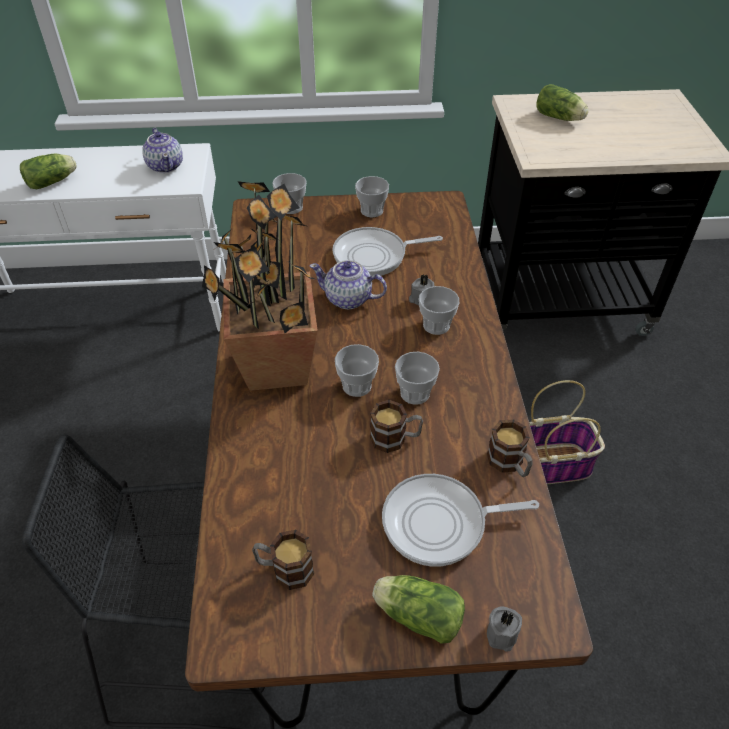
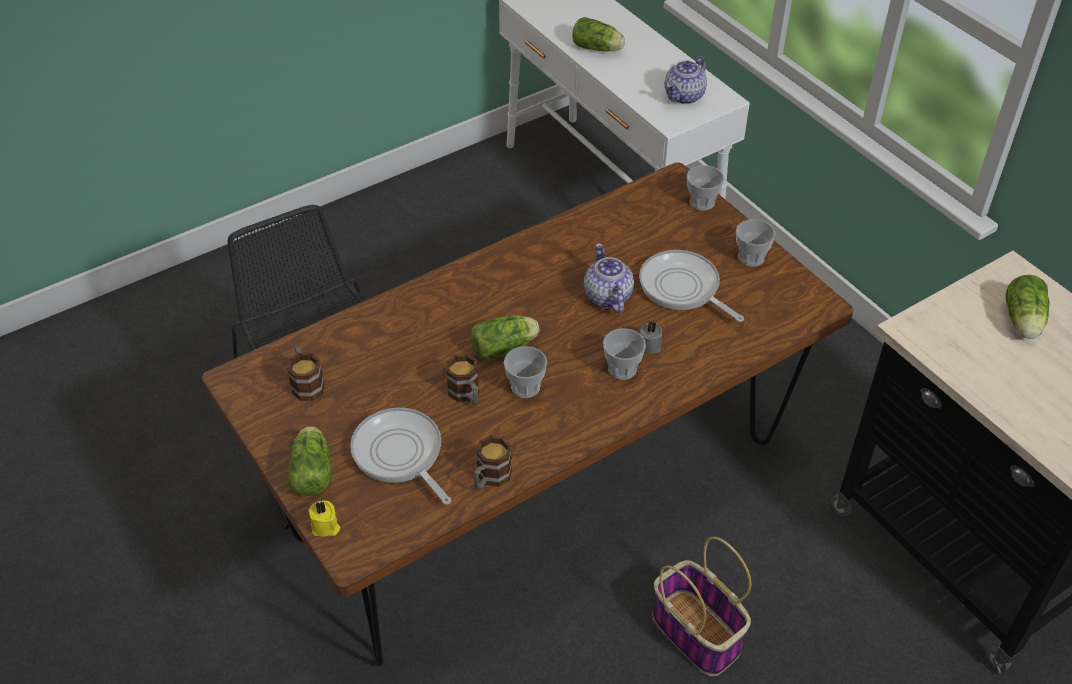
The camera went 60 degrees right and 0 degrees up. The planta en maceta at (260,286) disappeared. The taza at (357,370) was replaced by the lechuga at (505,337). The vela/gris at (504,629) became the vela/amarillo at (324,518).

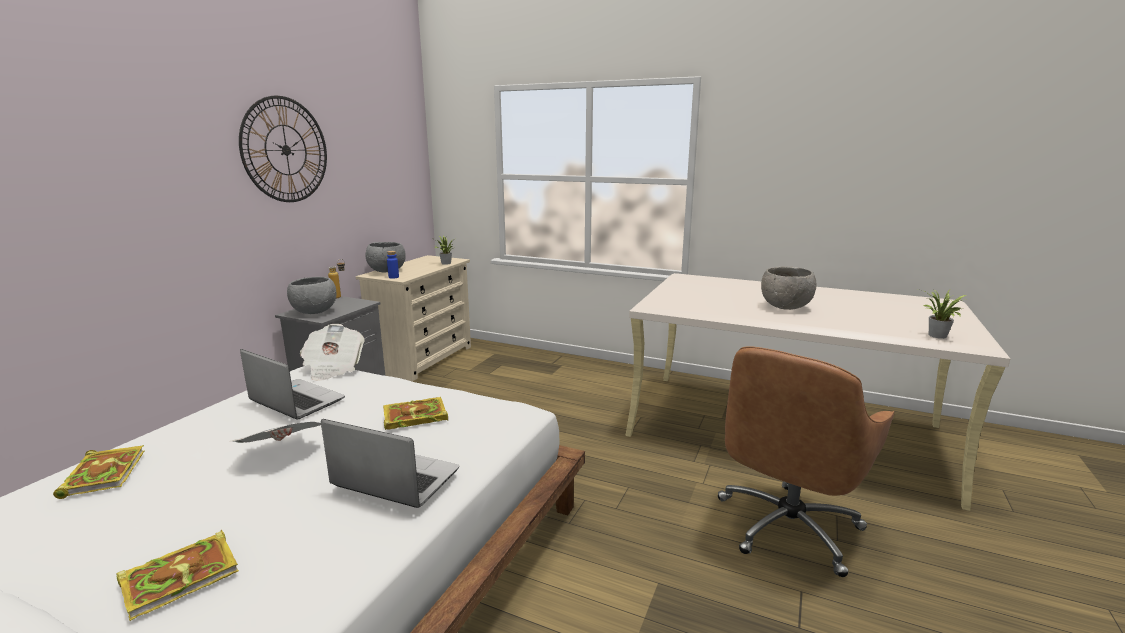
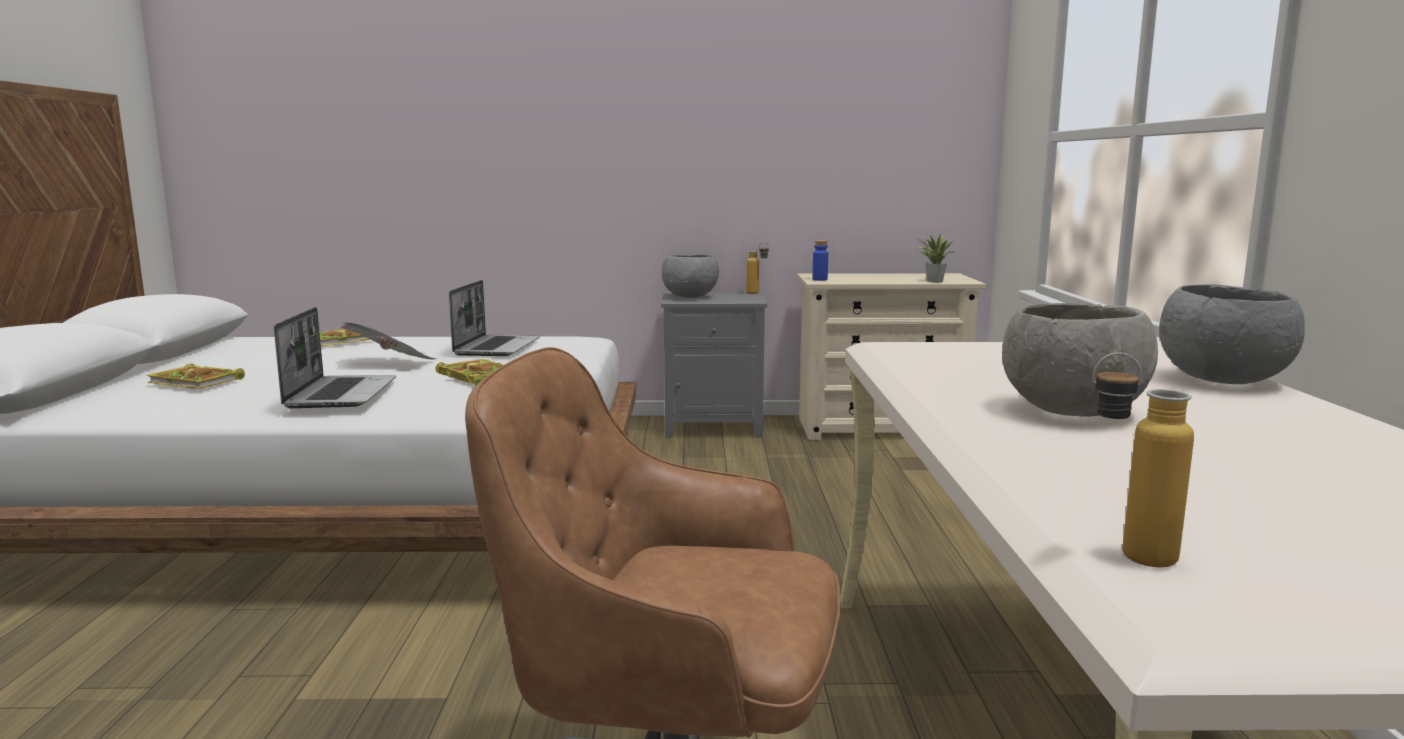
The camera went 65 degrees right and 5 degrees down. The reloj de pared at (283,149) disappeared. The periódico at (332,352) disappeared. The cuenco/gris moved from (386,257) to (1232,334). The planta en maceta at (944,314) was replaced by the botella at (1143,460).

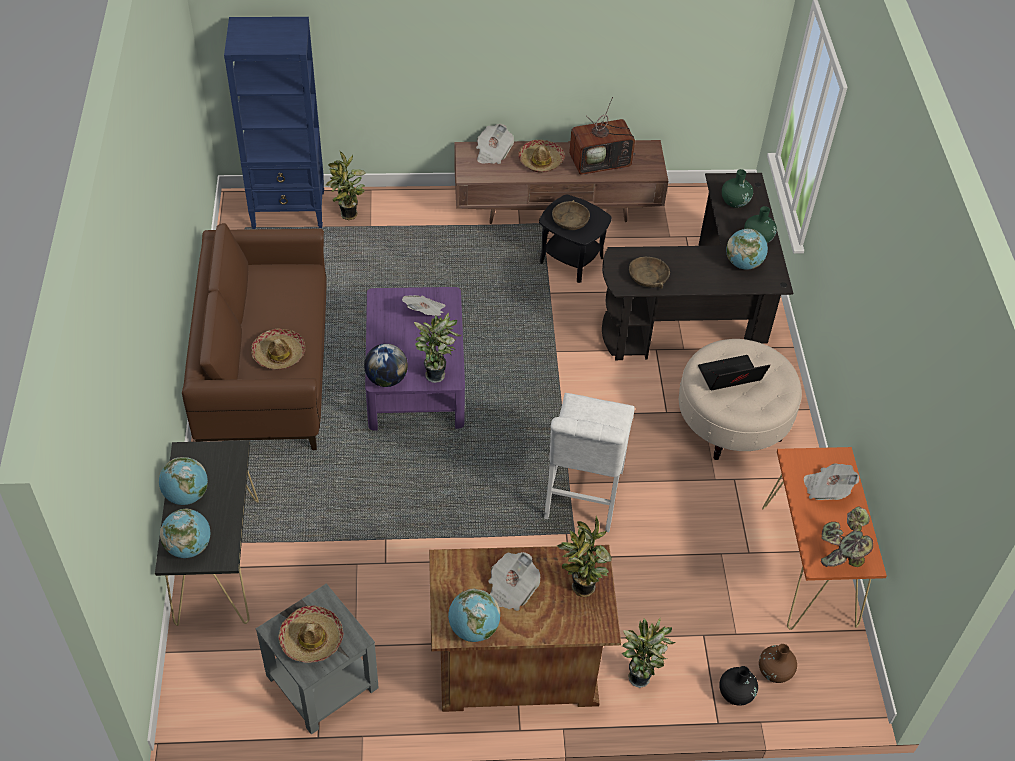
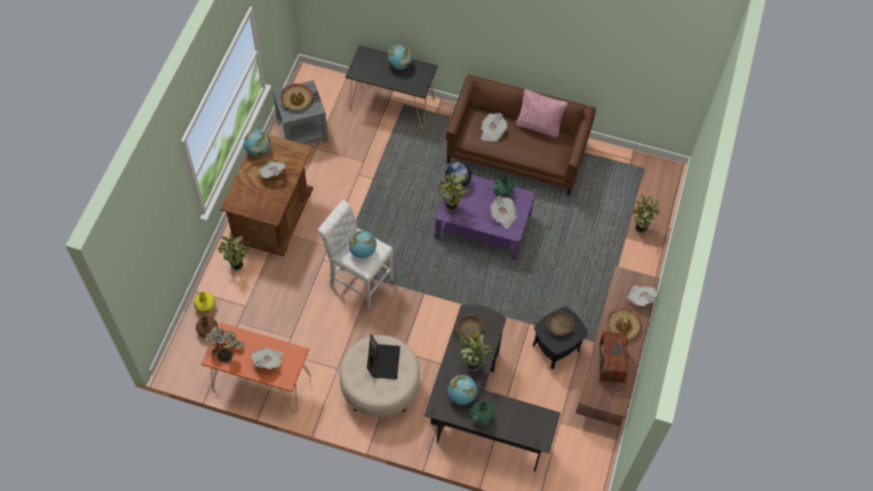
The camera went 110 degrees right and 10 degrees up. The estantería/azul at (274,123) disappeared. The cojín/rosa at (542,113) appeared. The globo terráqueo moved from (185,533) to (362,244). The planta en maceta moved from (584,556) to (474,350). The florero/verde moved from (737,188) to (503,187). The sombrero at (278,349) was replaced by the periódico at (494,127). The florero/negro at (738,686) became the florero/amarillo at (205,302).

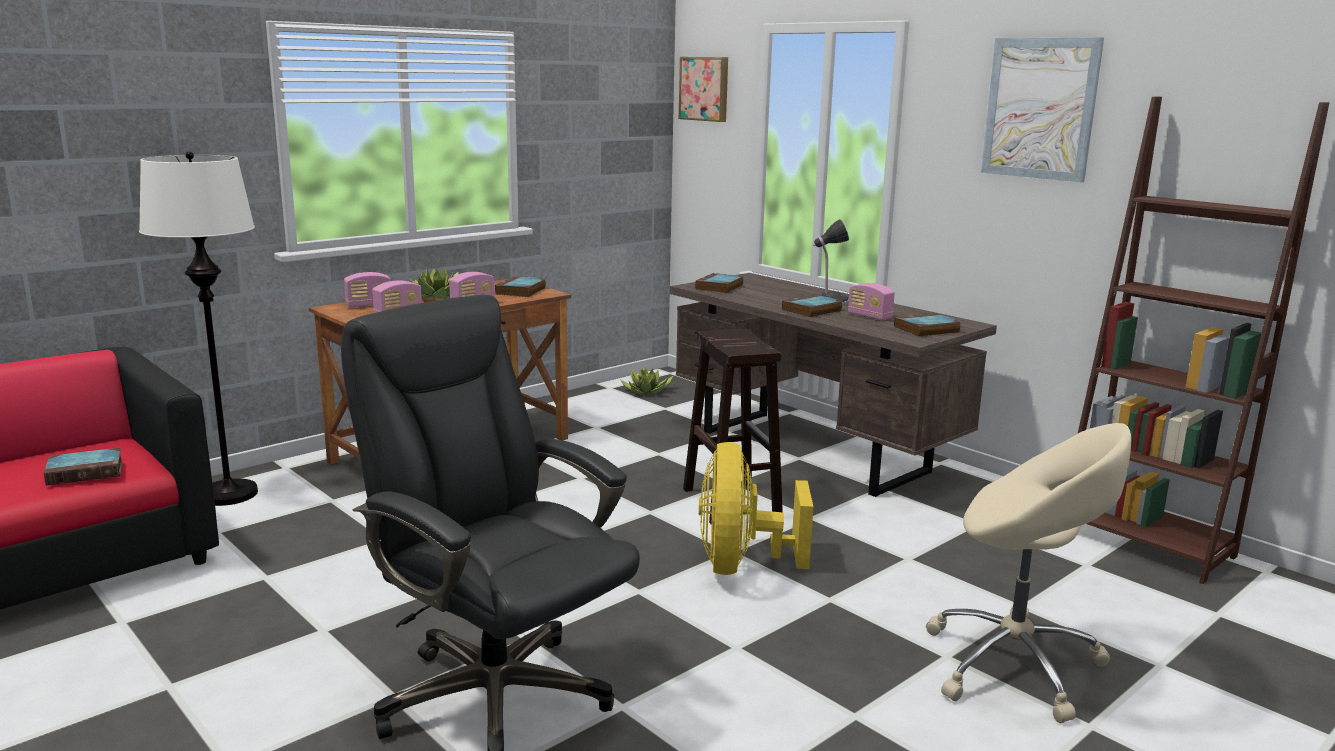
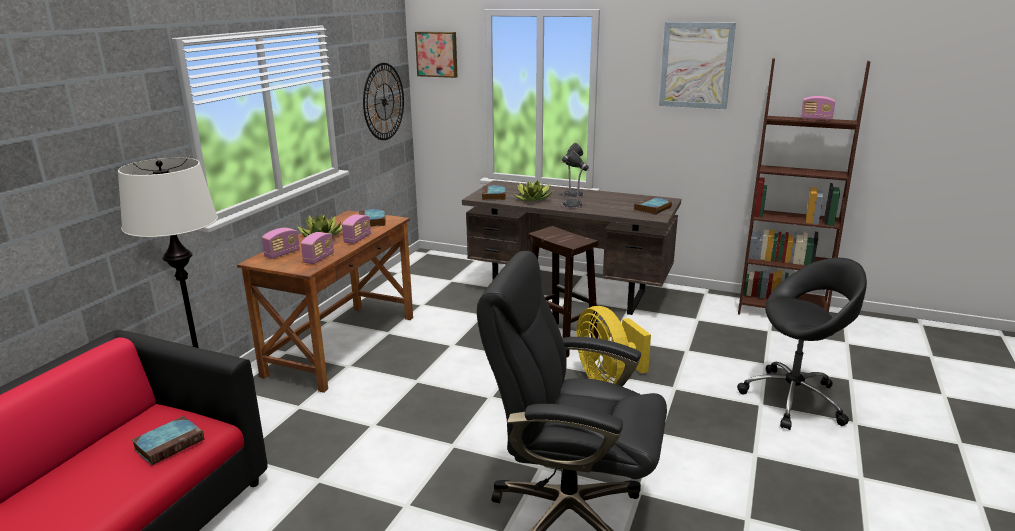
The camera went 25 degrees left and 5 degrees up. The reloj de pared at (383,101) appeared. The planta en maceta moved from (647,380) to (533,191). The radio moved from (871,301) to (818,108). The libro at (812,306) was replaced by the lámpara de mesa at (575,179). The silla de oficina/beis at (1028,573) became the silla de oficina/negro at (802,344).

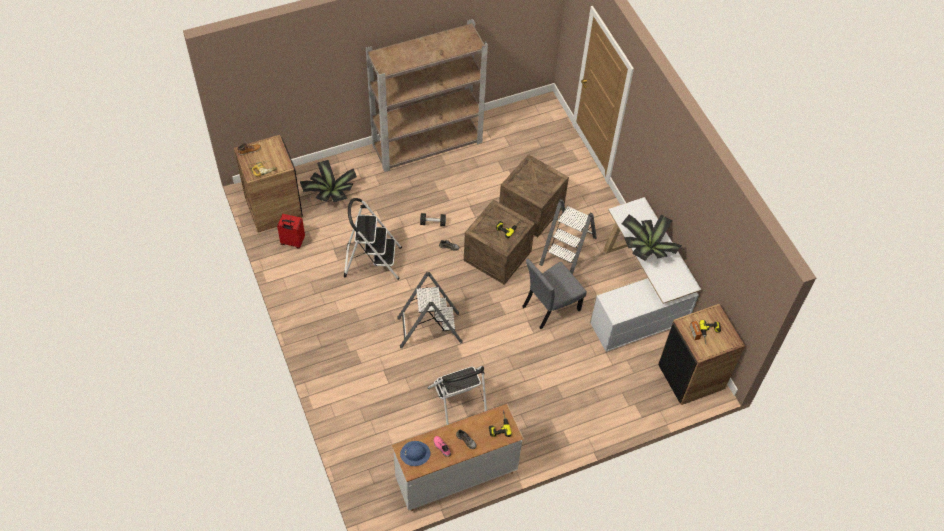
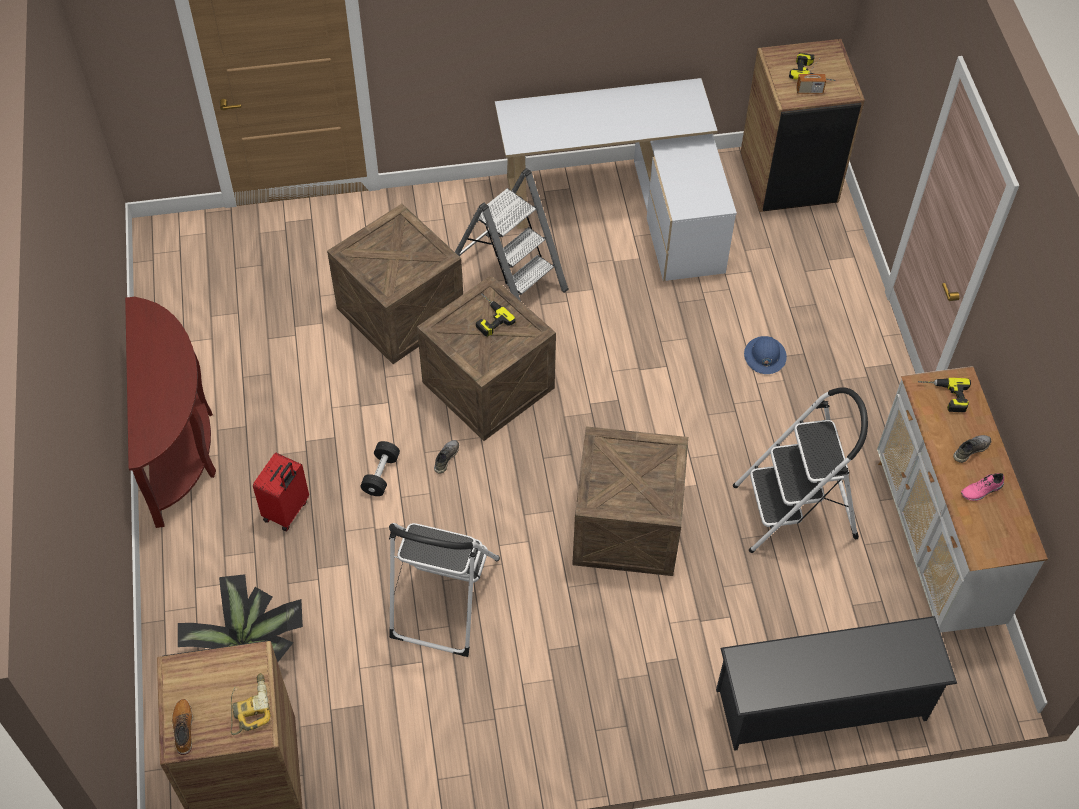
The camera went 75 degrees left and 0 degrees up. The silla/gris at (554,294) disappeared. The planta en maceta at (652,237) disappeared. The zapatero/negro at (836,683) appeared. The maleta/rojo moved from (291,231) to (281,492). The casco/azul moved from (415,453) to (765,355). The estantería/marrón at (427,95) was replaced by the mesa consola/marrón at (170,412). The escalera de tijera/gris at (430,310) was replaced by the caja de embalaje at (630,501).

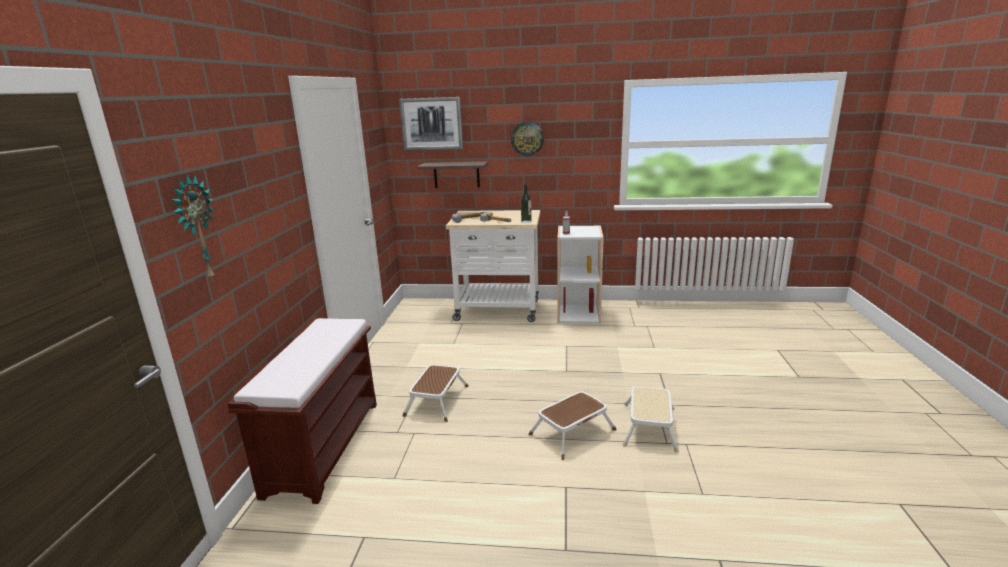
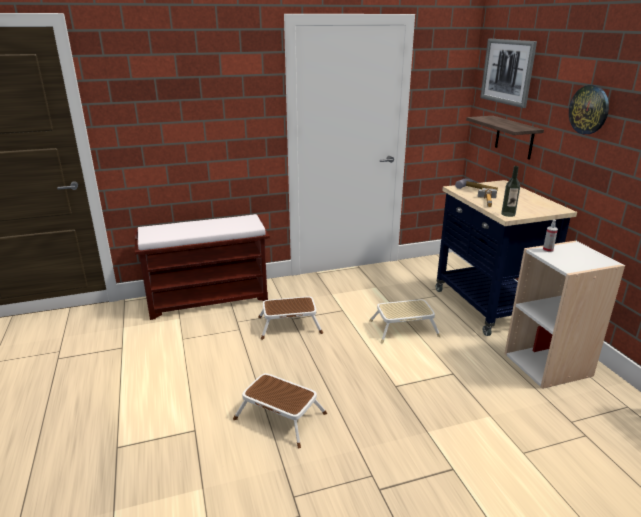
The camera went 65 degrees right and 5 degrees up. The reloj de pared at (193,227) disappeared. The escalera de tijera/beis moved from (650,419) to (405,321). The carrito/blanco at (493,266) became the carrito/azul at (506,258).

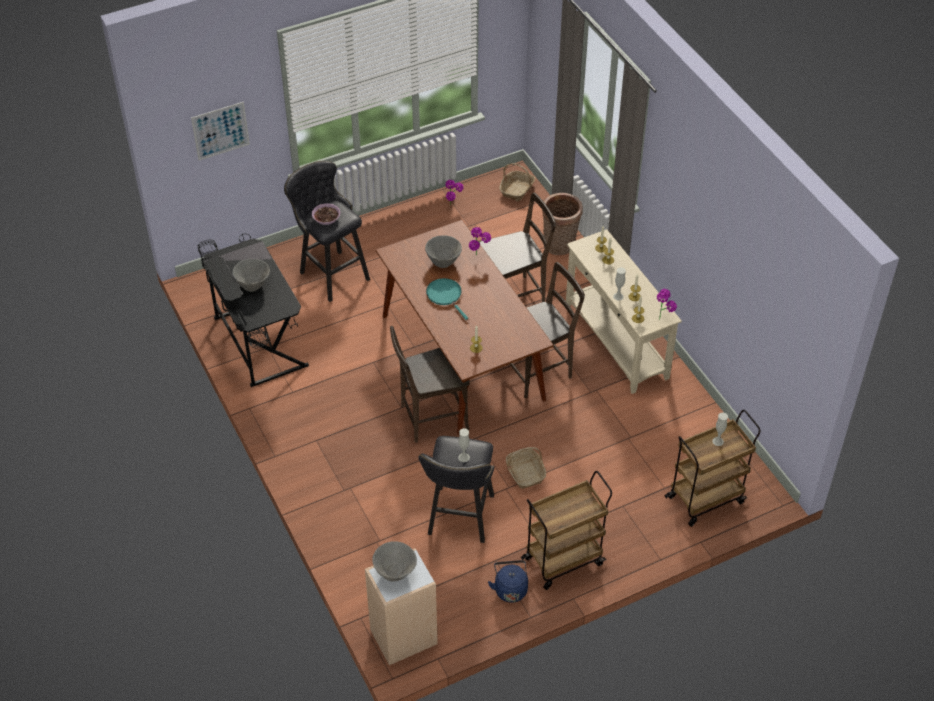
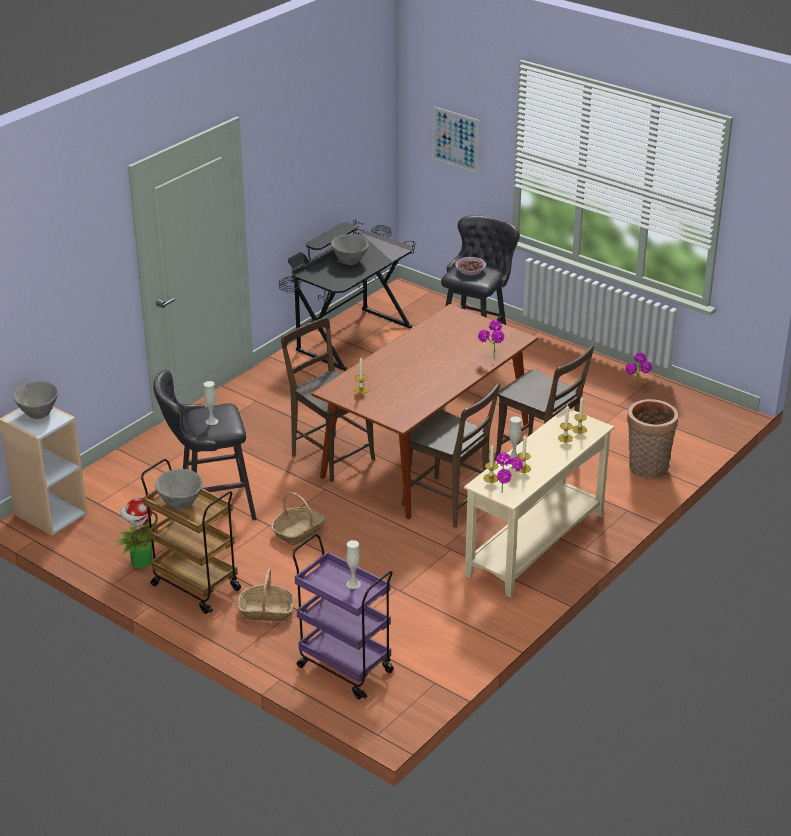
The camera went 65 degrees right and 15 degrees down. The sartén/turquesa at (447,299) disappeared. The cuenco/gris moved from (443,251) to (179,489). The cesta moved from (517,182) to (266,594). The hervidor/azul at (508,581) was replaced by the planta en maceta at (137,533). The carrito/marrón at (712,468) became the carrito/morado at (343,616).

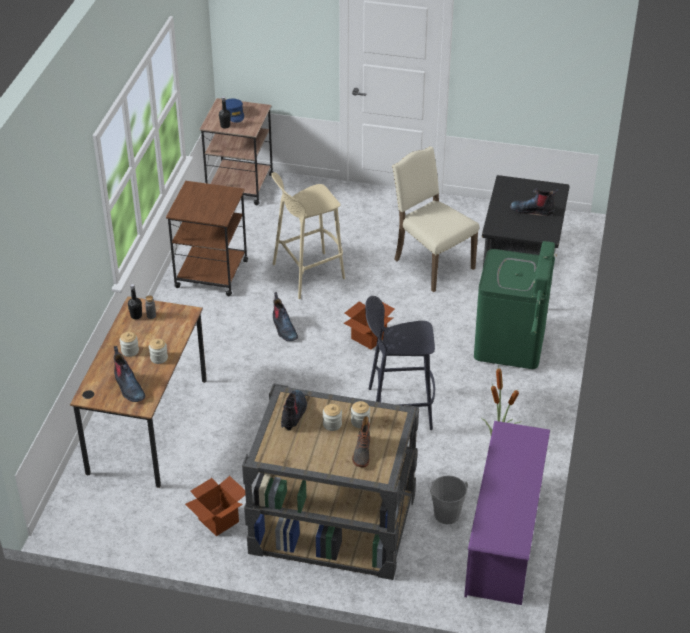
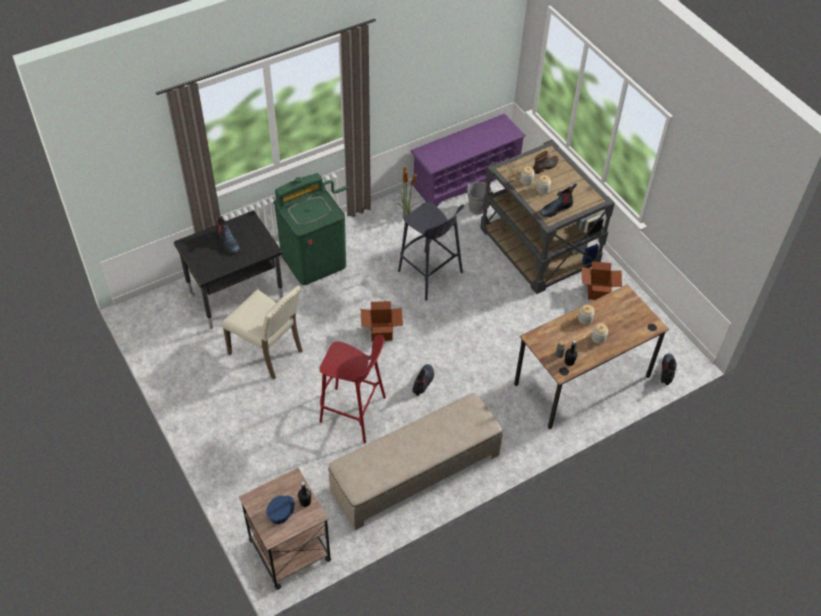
The camera went 135 degrees left and 10 degrees up. The bota moved from (129,374) to (669,369). The carrito/marrón at (207,238) was replaced by the banco/beis at (415,461). The taburete/beis at (308,235) became the taburete/rojo at (352,389). The silla/beis at (435,219) turned 60 degrees counterclockwise.

